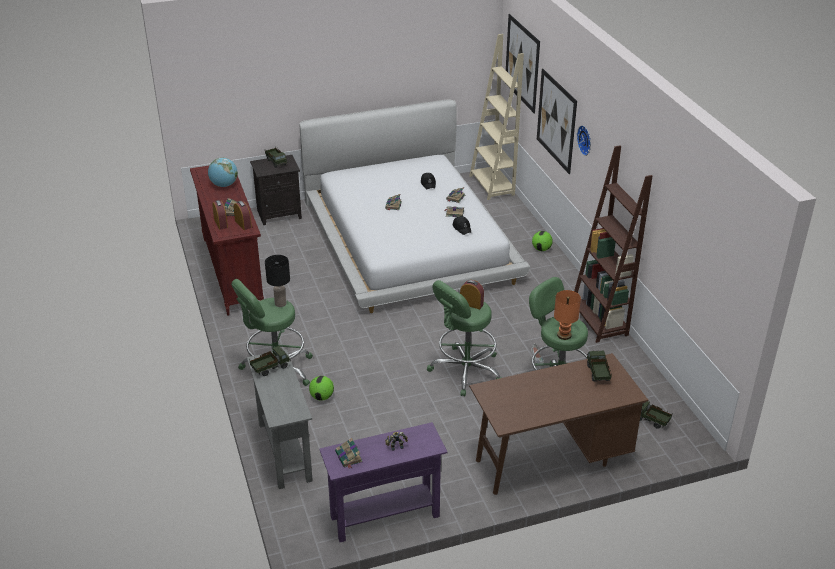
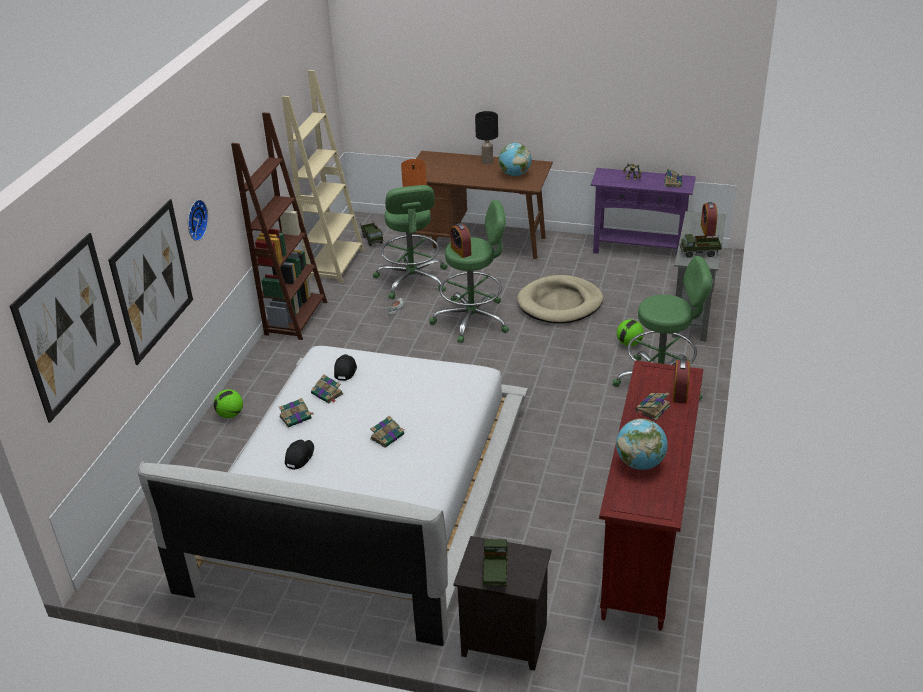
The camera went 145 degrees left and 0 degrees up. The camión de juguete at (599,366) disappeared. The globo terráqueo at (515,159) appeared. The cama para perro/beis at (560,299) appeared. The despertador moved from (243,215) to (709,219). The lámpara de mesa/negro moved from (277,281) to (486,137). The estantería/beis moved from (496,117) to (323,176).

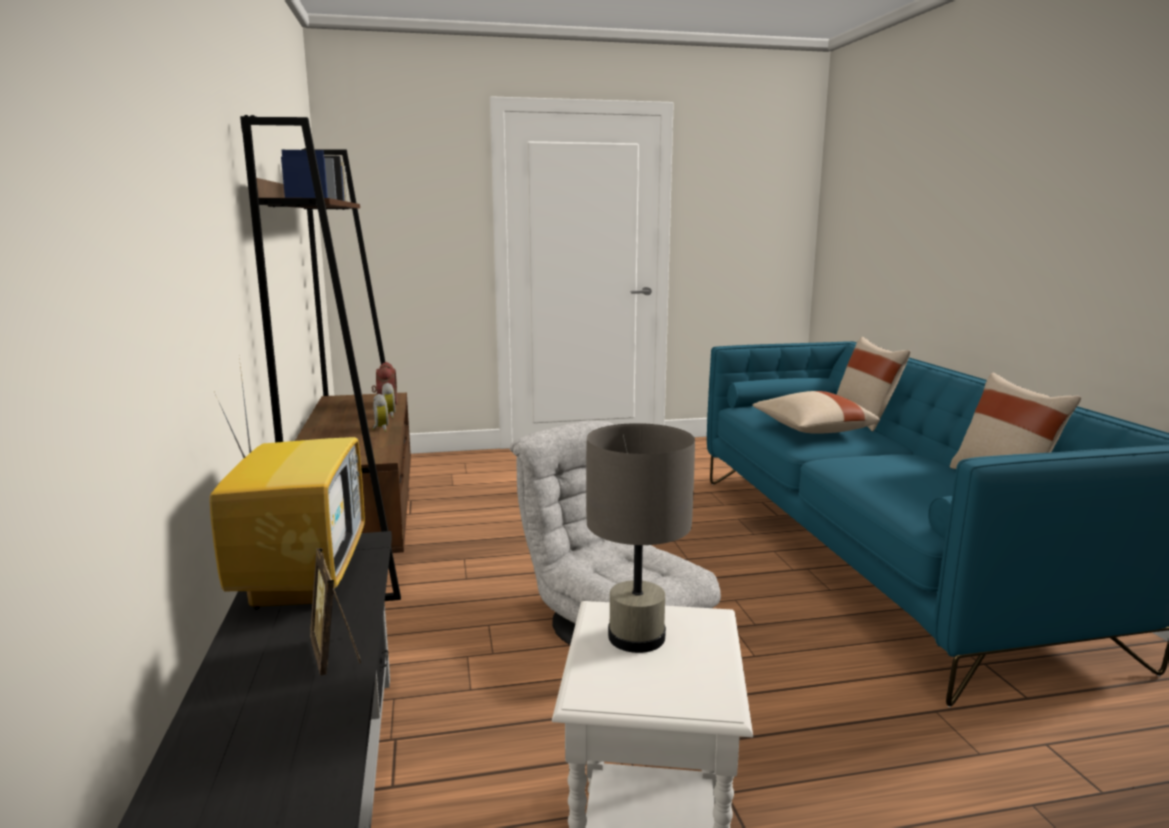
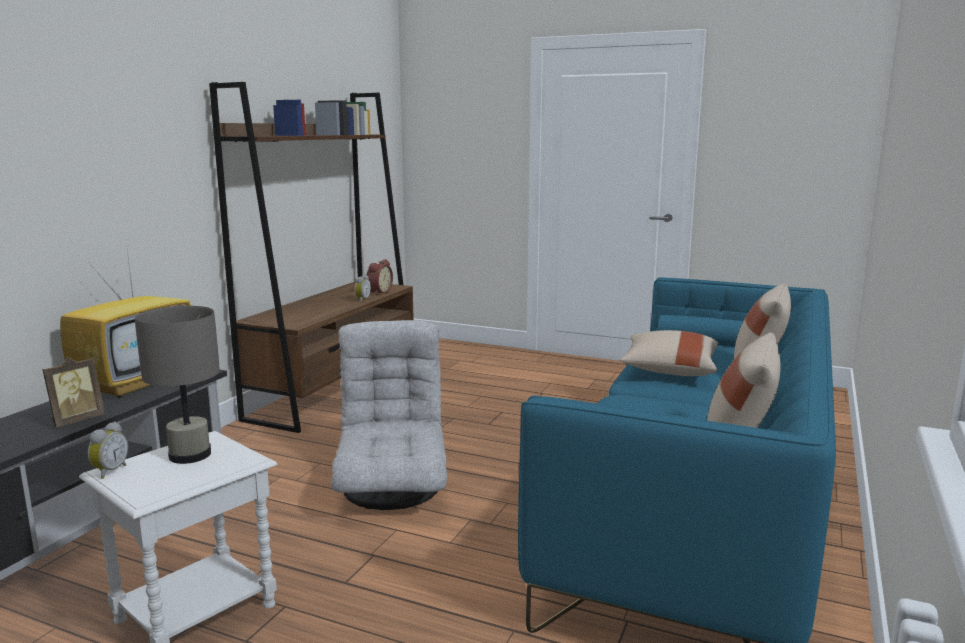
The camera went 35 degrees right and 0 degrees up. The despertador moved from (380,413) to (108,450). The portarretratos at (335,611) turned 150 degrees counterclockwise.

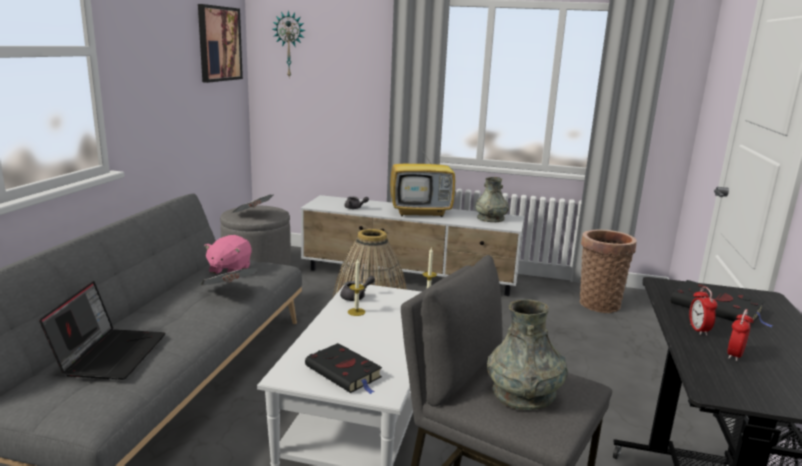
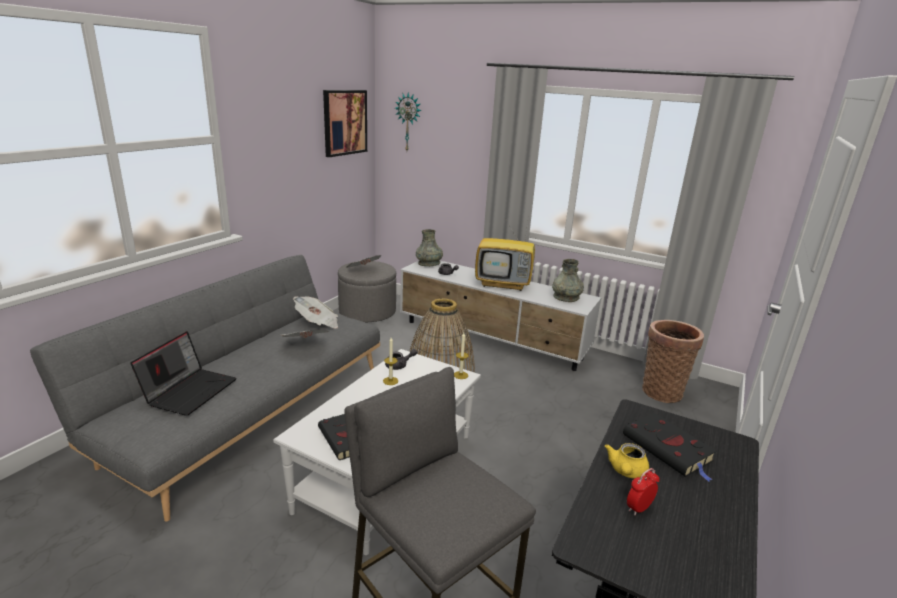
The camera went 15 degrees right and 5 degrees up. The florero/gris moved from (527,354) to (429,247). The peluche/rosa at (228,254) was replaced by the periódico at (315,312). The despertador at (703,310) was replaced by the tetera/amarillo at (627,461).

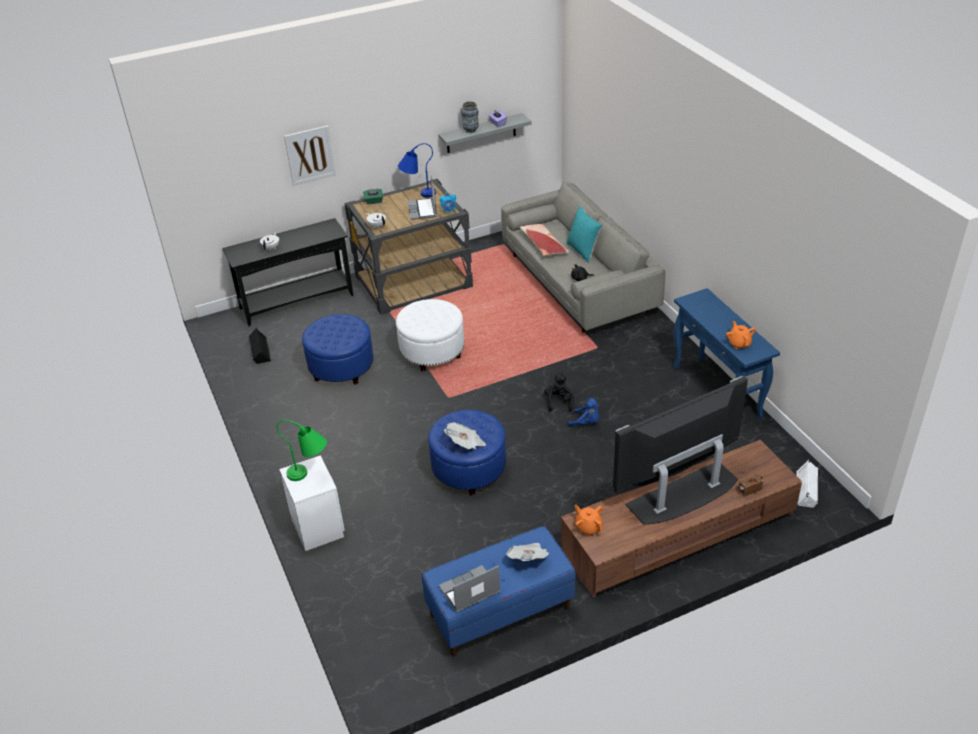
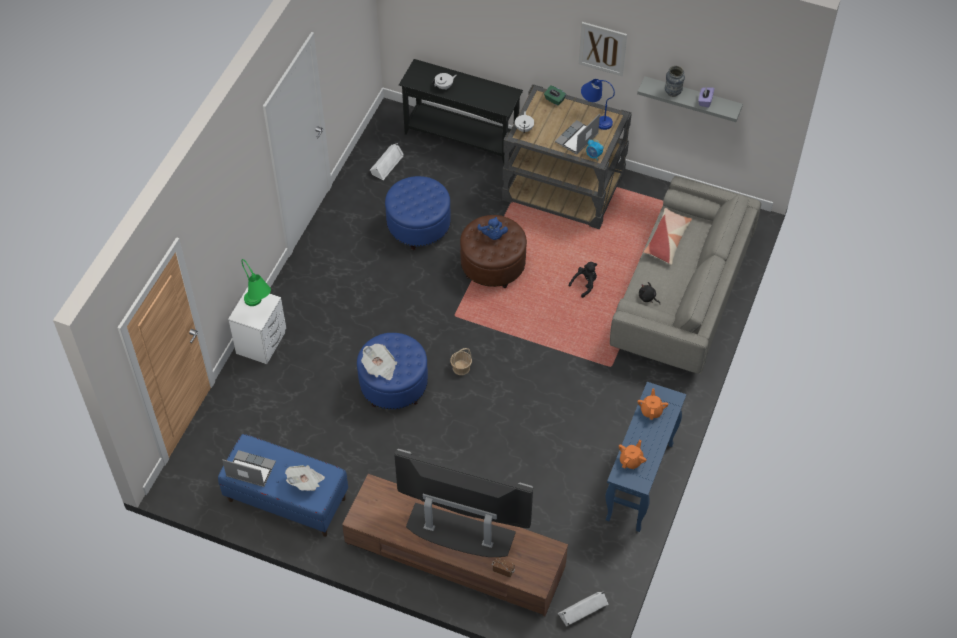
The camera went 45 degrees right and 15 degrees up. The cojín/turquesa at (584,234) disappeared. The cesta at (461,361) appeared. The cuadro moved from (310,155) to (603,49). The peluche/negro moved from (559,392) to (583,280). The peluche/azul moved from (583,412) to (492,228). The tetera/naranja moved from (588,520) to (653,404). The altavoz/negro at (260,346) became the altavoz/blanco at (387,161). The puf/blanco at (430,335) became the puf/marrón at (493,251).

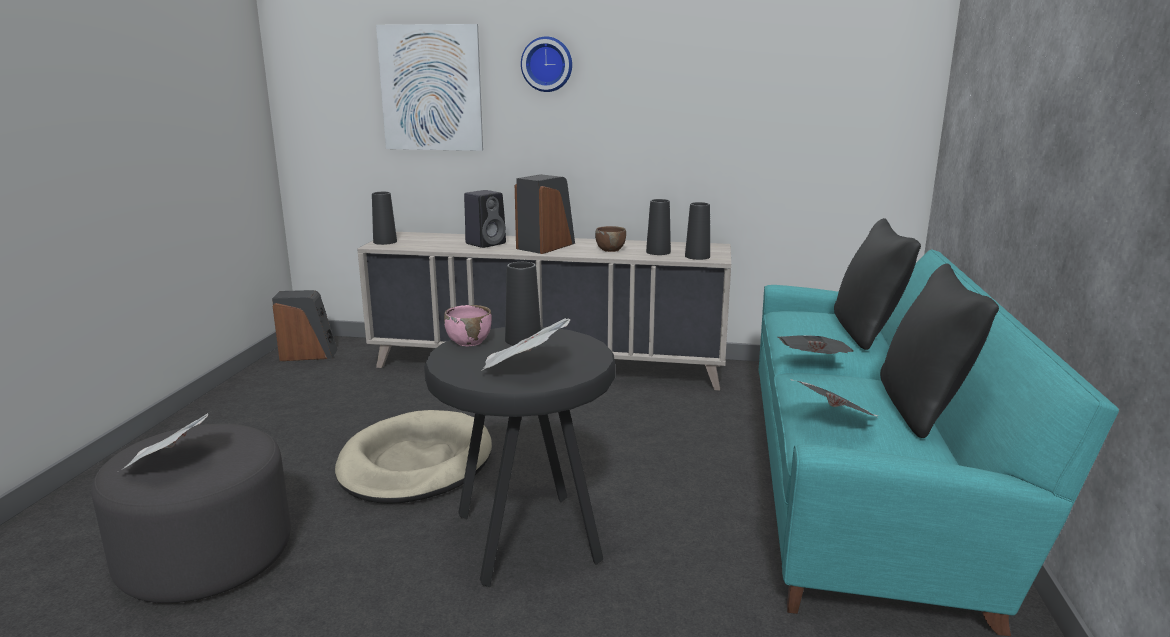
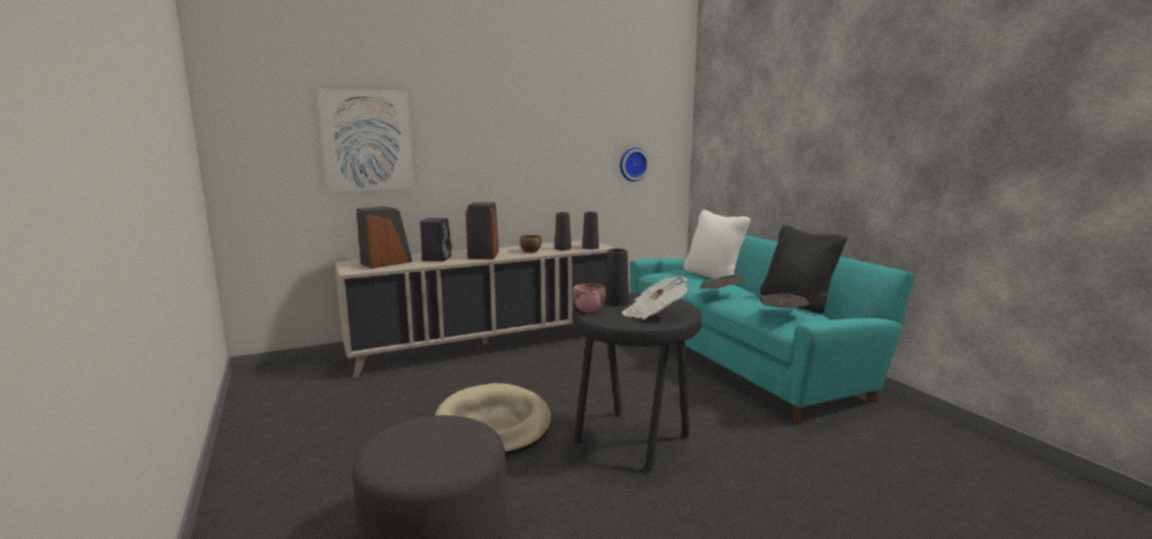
The camera went 35 degrees left and 5 degrees down. The periódico at (165,441) disappeared. The florero/negro at (384,218) disappeared. The altavoz moved from (305,325) to (384,237). The reloj de pared moved from (546,64) to (634,165). The cojín/negro at (877,284) became the cojín/blanco at (717,244).

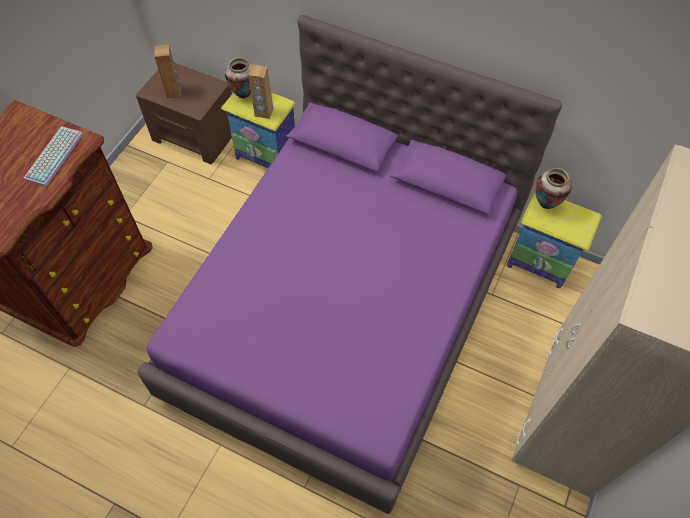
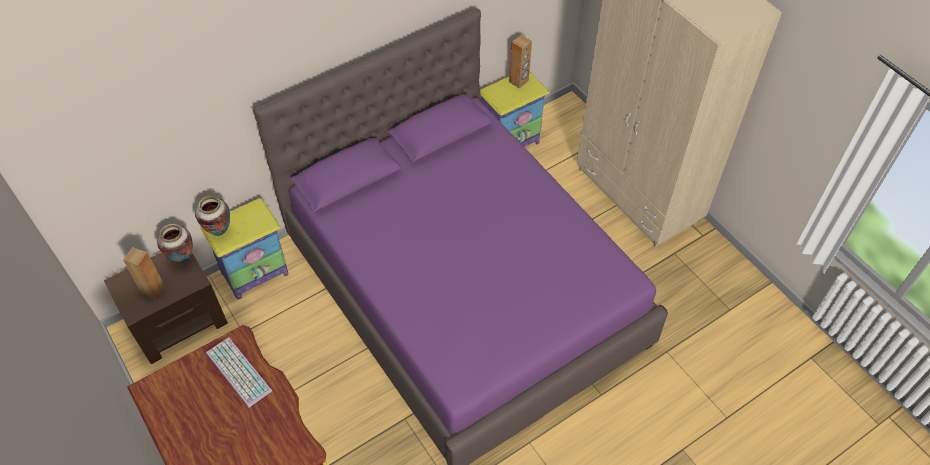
The camera went 60 degrees left and 5 degrees down. The altavoz/marrón moved from (260,91) to (520,62). The florero moved from (554,188) to (175,243).

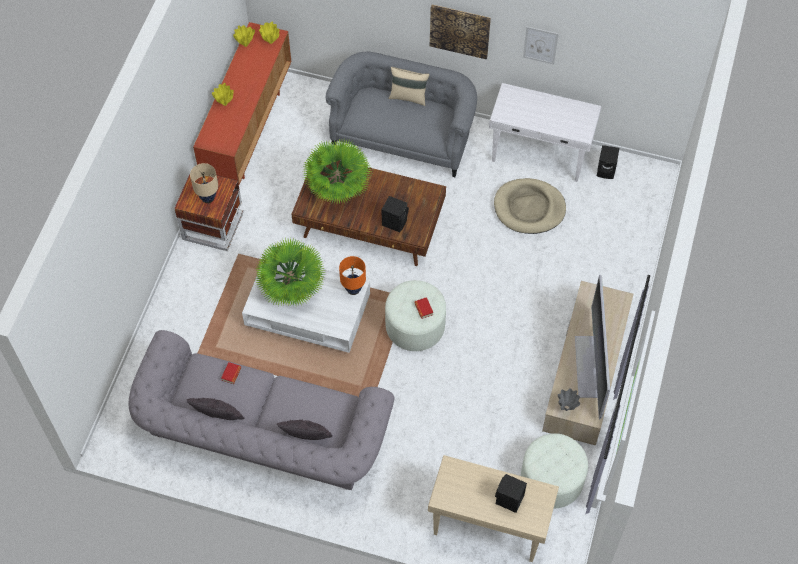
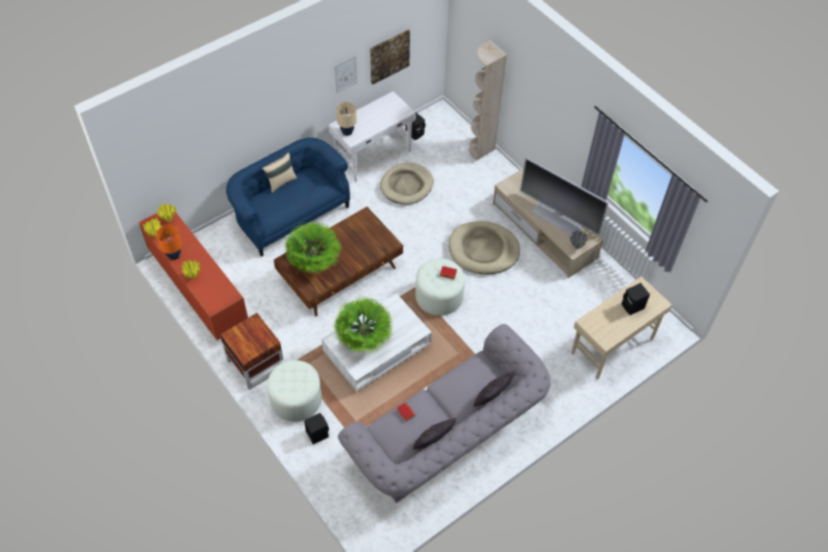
The camera went 55 degrees left and 5 degrees down. The cama para perro/beis at (484,248) appeared. The estantería/beis at (488,100) appeared. The lámpara de mesa/beis moved from (204,183) to (346,119). The lámpara de mesa/naranja moved from (352,275) to (169,242). The altavoz/negro moved from (395,214) to (316,429). The cuadro moved from (460,32) to (390,57). The puf/blanco moved from (554,470) to (294,391). The sofá/gris at (401,114) became the sofá/azul at (288,197).

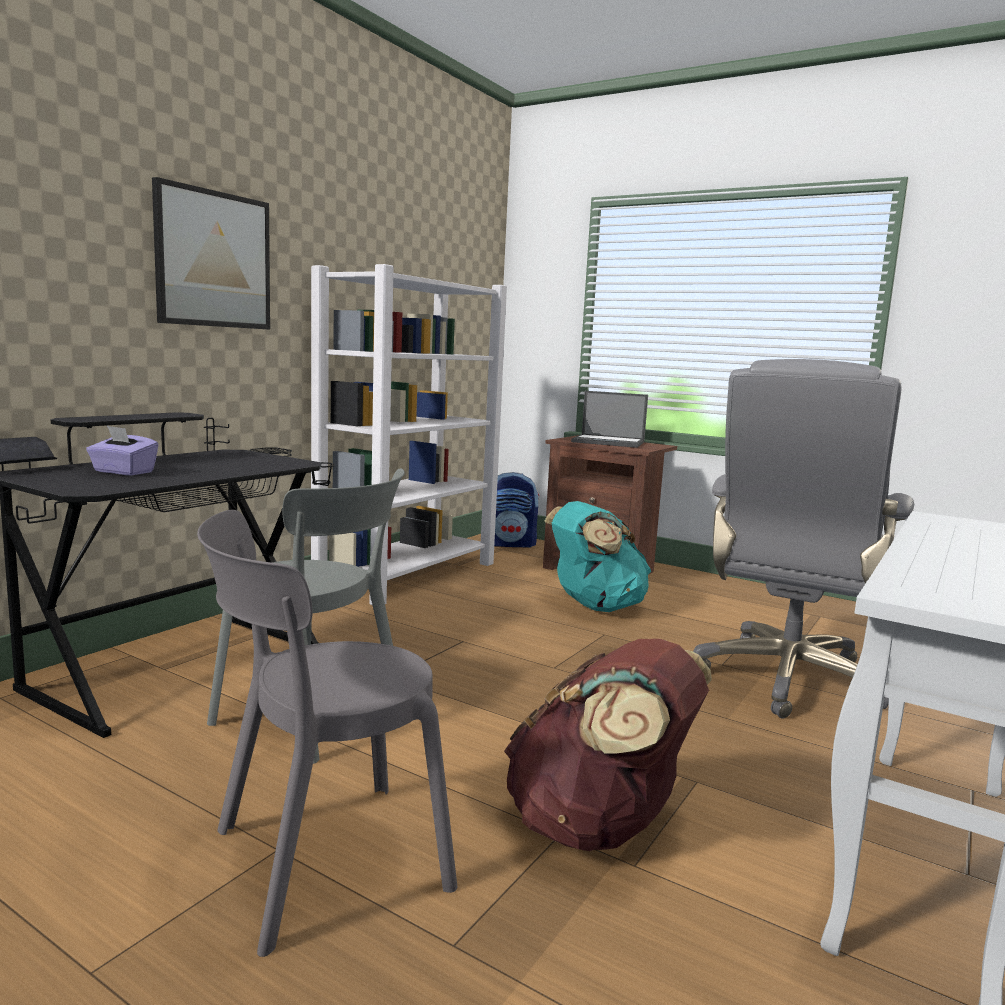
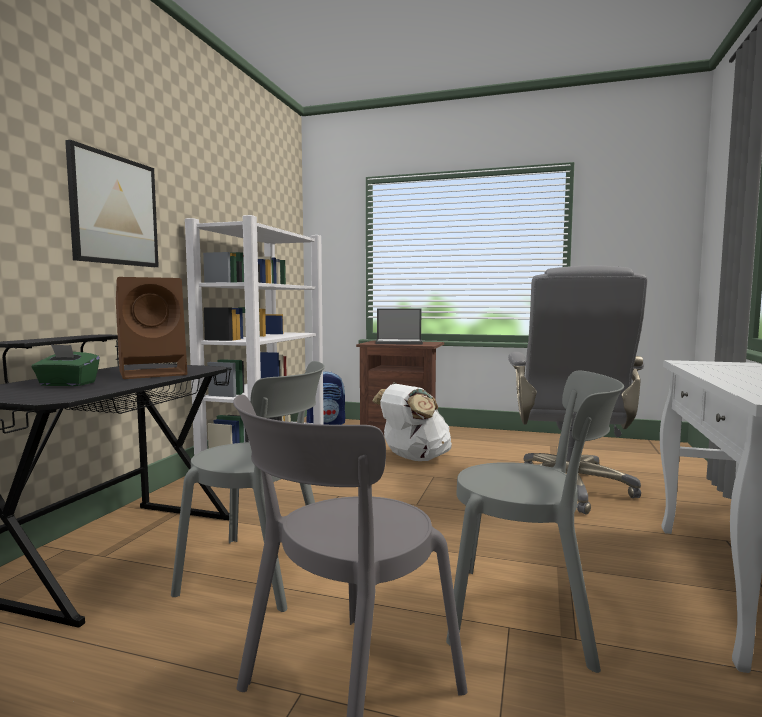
The camera went 15 degrees left and 5 degrees down. The altavoz/marrón at (152,328) appeared. The mochila/marrón at (608,745) was replaced by the silla/gris at (535,522). The caja de pañuelos/morado at (122,450) became the caja de pañuelos/verde at (66,365). The mochila/turquesa at (597,556) became the mochila/blanco at (412,422).

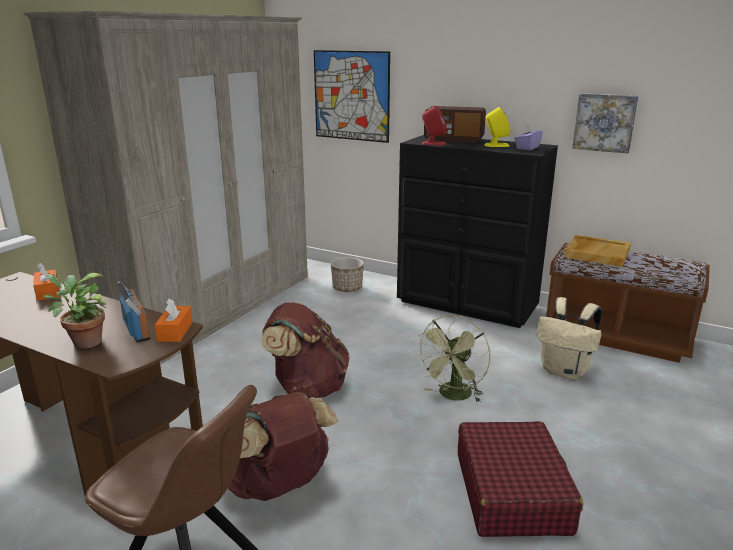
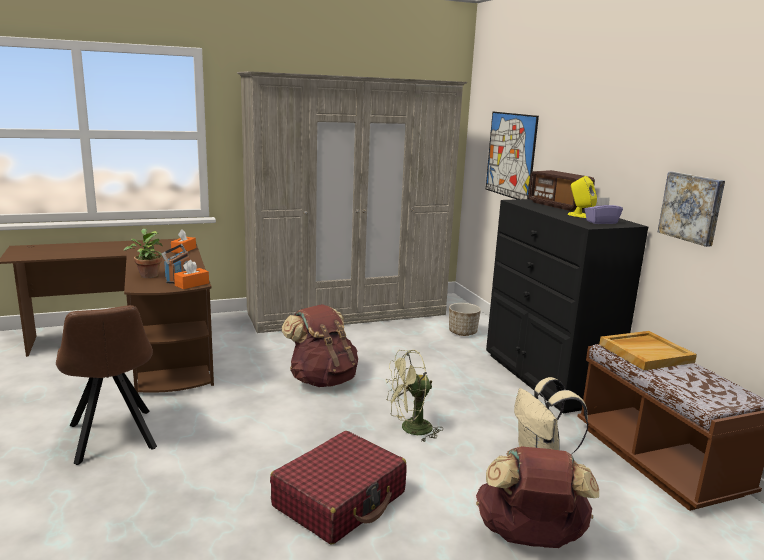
The camera went 40 degrees right and 5 degrees down. The altavoz/rojo at (434,125) disappeared. The mochila/marrón moved from (283,446) to (537,497).

